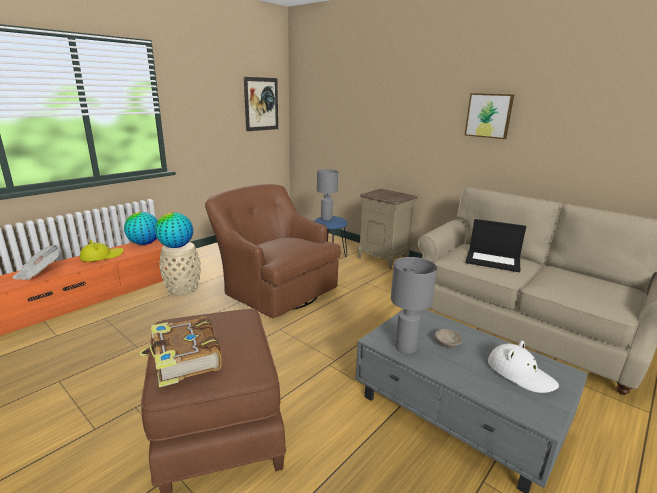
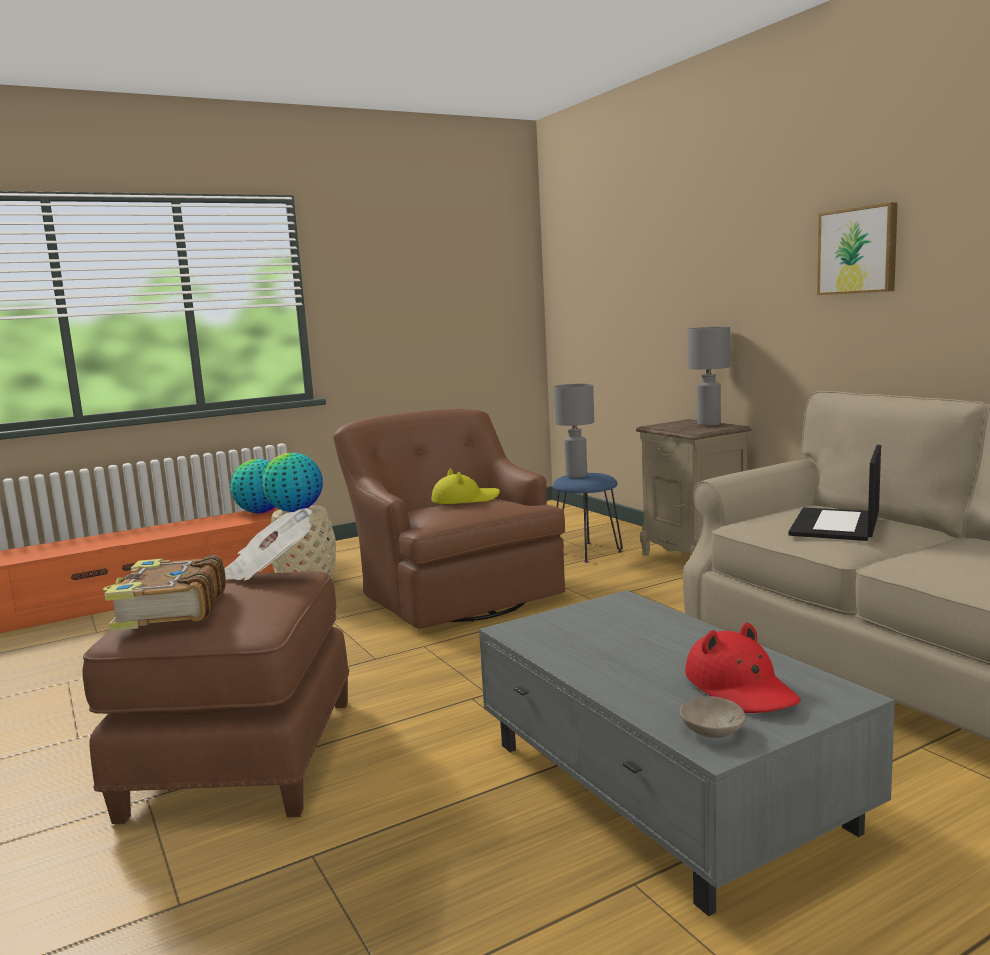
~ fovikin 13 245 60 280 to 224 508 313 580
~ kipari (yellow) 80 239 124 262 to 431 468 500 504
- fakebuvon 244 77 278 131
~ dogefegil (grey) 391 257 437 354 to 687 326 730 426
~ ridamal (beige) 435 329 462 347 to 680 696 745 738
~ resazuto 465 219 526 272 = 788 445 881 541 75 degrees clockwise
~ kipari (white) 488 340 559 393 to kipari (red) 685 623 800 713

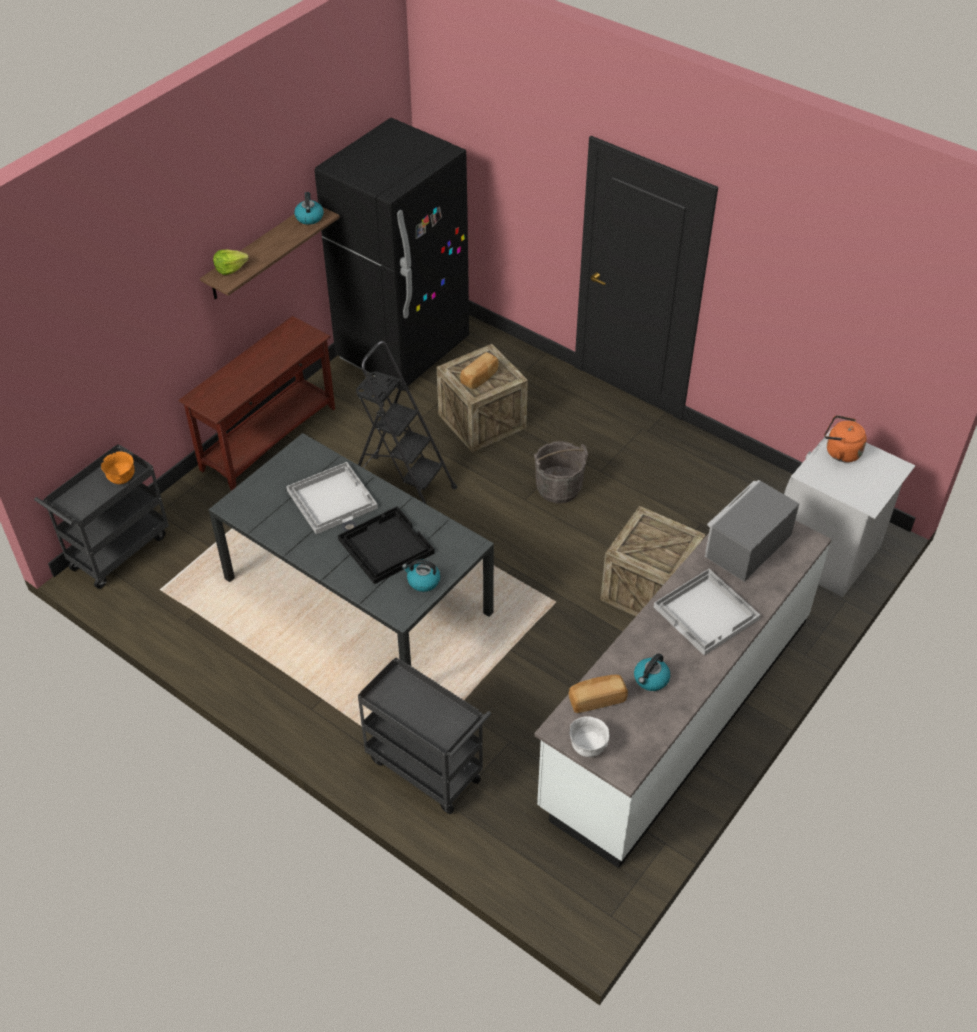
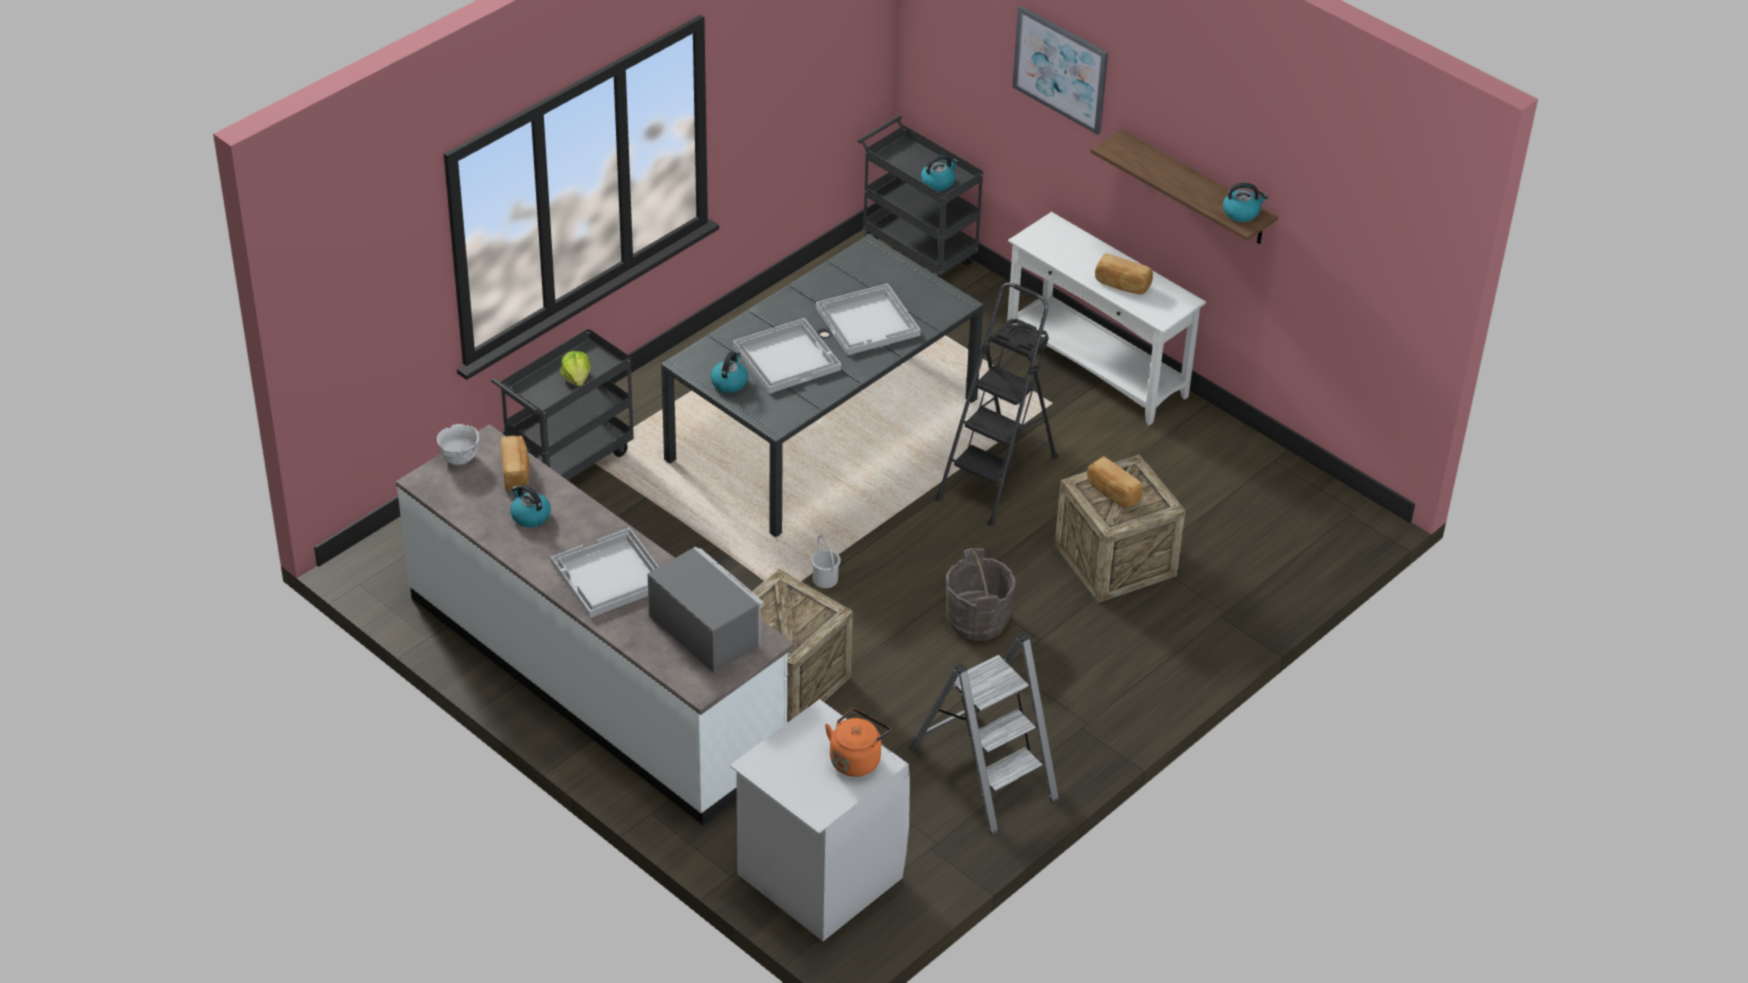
~ ridamal (orange) 101 451 135 484 to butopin 921 155 958 191
~ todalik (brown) 179 316 335 490 to todalik (white) 1007 212 1206 425
~ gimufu 213 250 249 275 to 561 351 591 386
- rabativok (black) 315 118 469 389
~ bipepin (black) 338 506 435 584 to bipepin (white) 733 318 841 394
+ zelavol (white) 811 535 841 588
+ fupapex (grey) 909 632 1059 835
+ fakebuvon 1012 6 1108 135
+ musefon 1095 253 1153 295

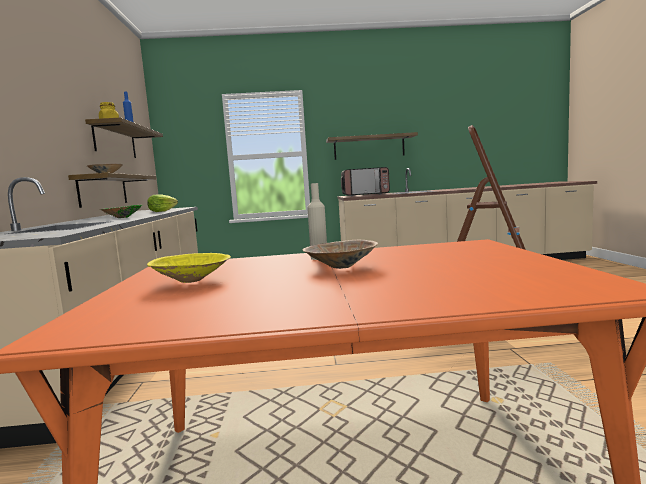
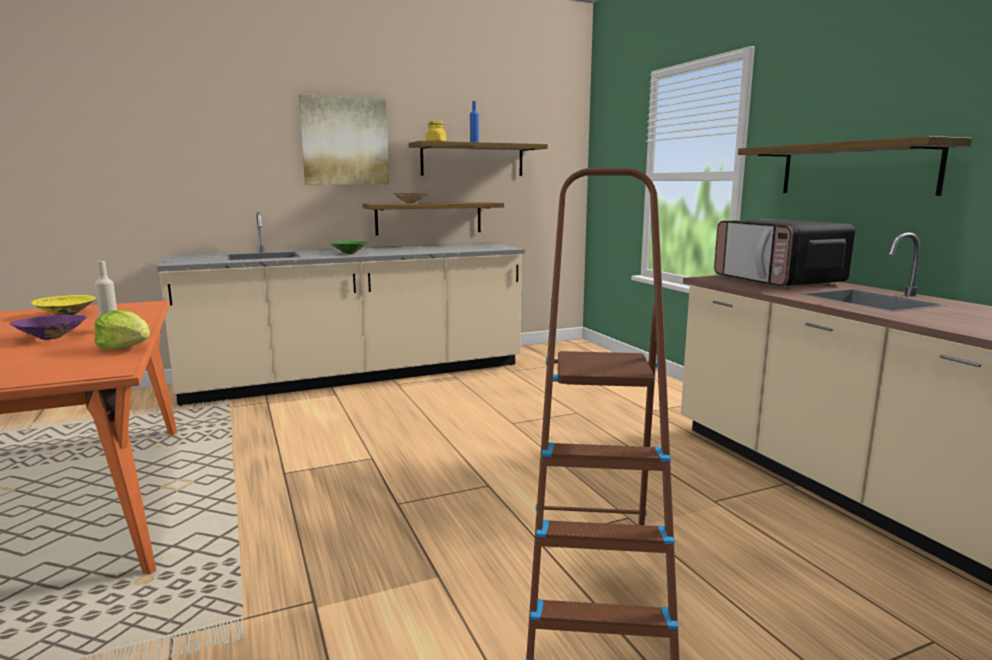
~ gimufu 147 195 178 212 to 94 310 150 350
~ ridamal (beige) 303 240 378 269 to ridamal (purple) 10 315 87 340
+ fakebuvon 299 94 389 185

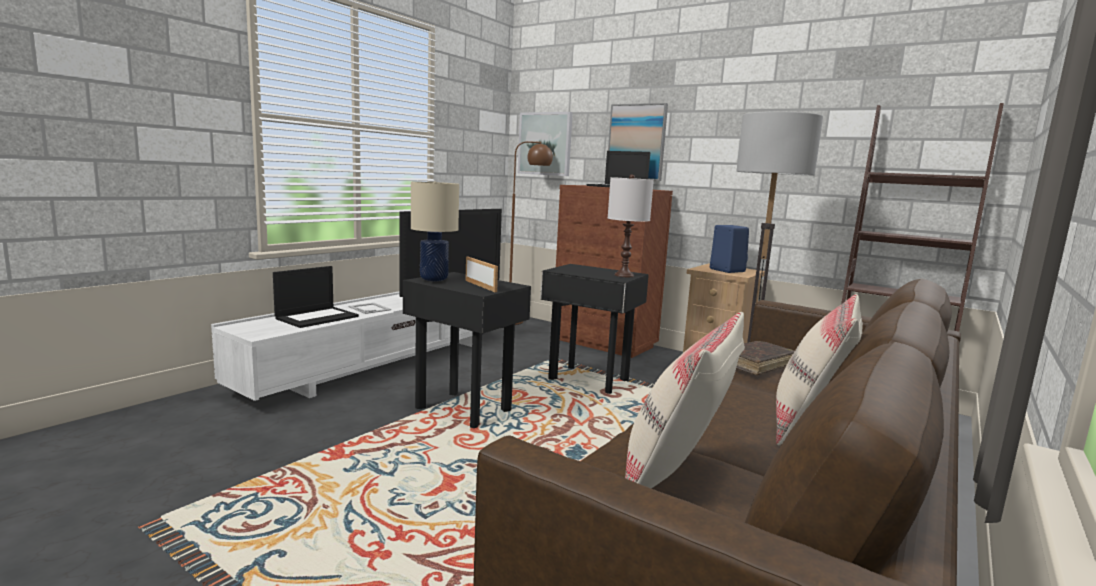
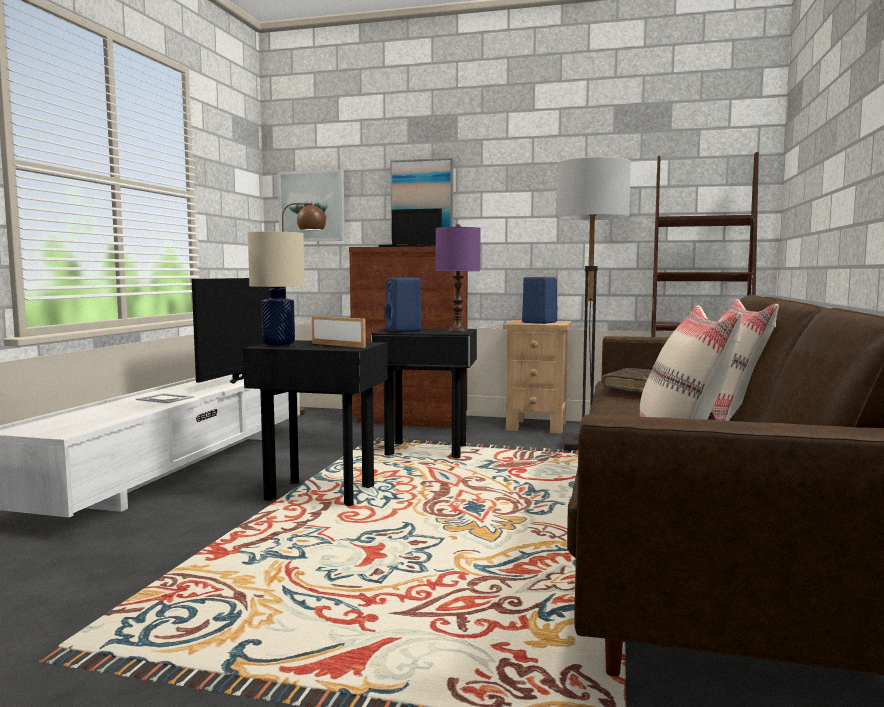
- resazuto 273 266 359 328
~ dogefegil (white) 608 174 654 277 to dogefegil (purple) 436 224 481 332
+ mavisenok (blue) 384 278 421 332

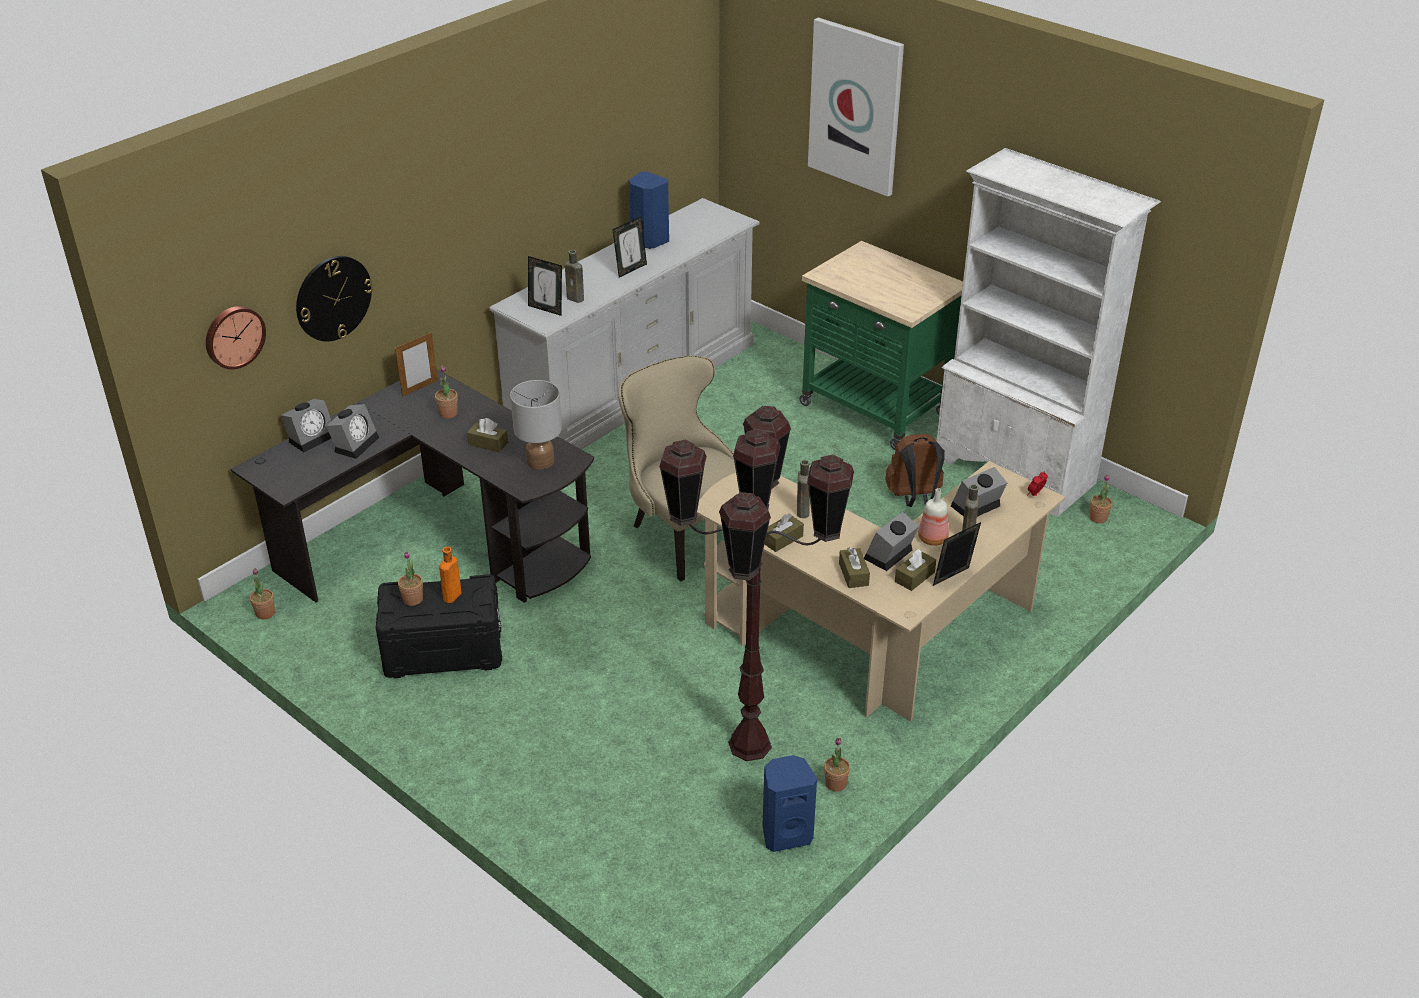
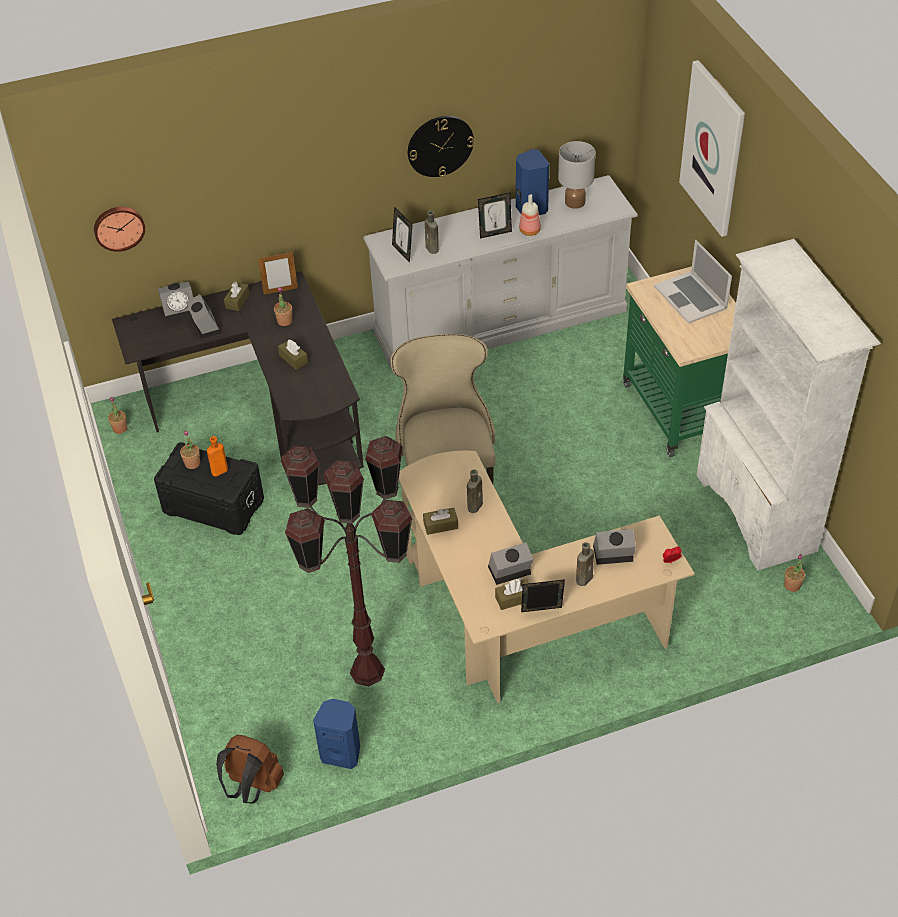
~ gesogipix 296 256 373 341 to 408 116 474 177
~ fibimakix 326 404 379 459 = 186 294 221 339 75 degrees counterclockwise
~ dogefegil (grey) 510 380 562 470 to 558 141 595 209
- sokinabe 824 738 850 792
~ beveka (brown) 839 547 870 588 to 224 282 250 311
~ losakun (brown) 885 434 945 507 to 216 735 284 804
~ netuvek 918 488 949 546 to 519 195 541 236
+ resazuto 654 240 732 324

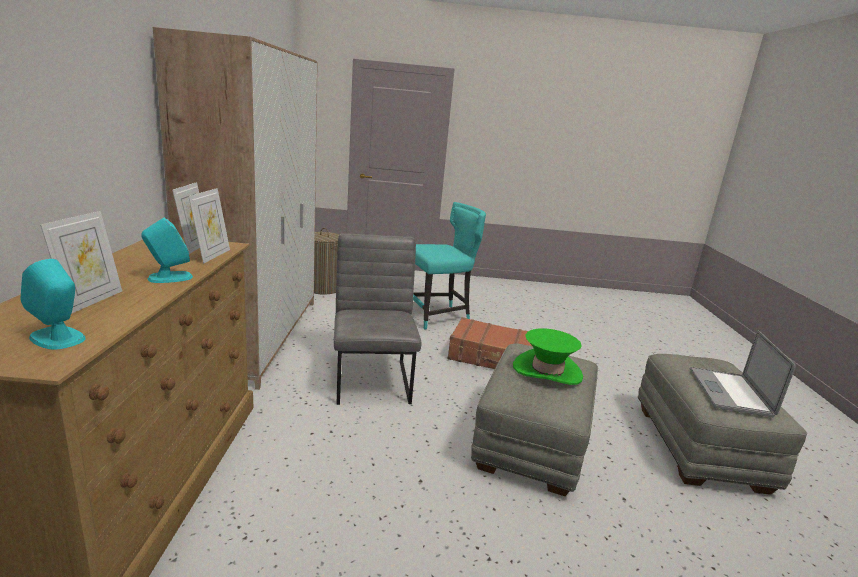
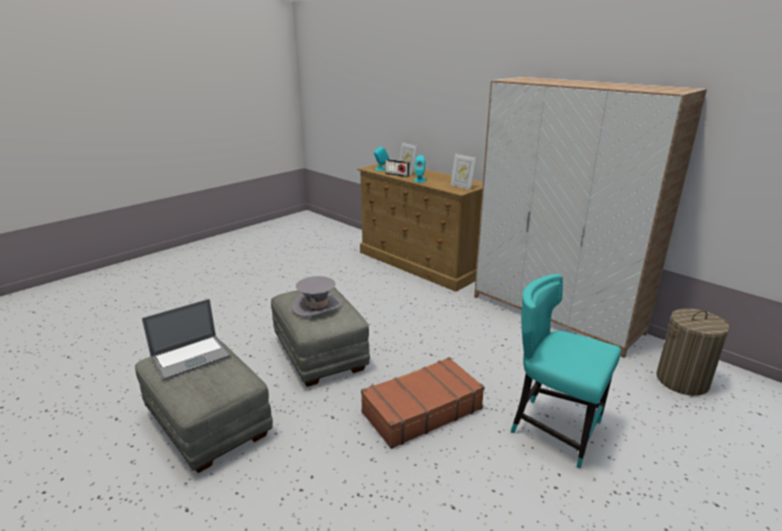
- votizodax 188 188 230 263
- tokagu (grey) 334 233 422 405
~ tokagu (turquoise) 413 202 486 329 = 511 274 621 468 105 degrees clockwise
~ kipari (green) 513 328 583 385 to kipari (grey) 292 276 342 317
~ resazuto 690 330 796 417 = 142 299 231 381 90 degrees clockwise
+ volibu 385 159 409 177

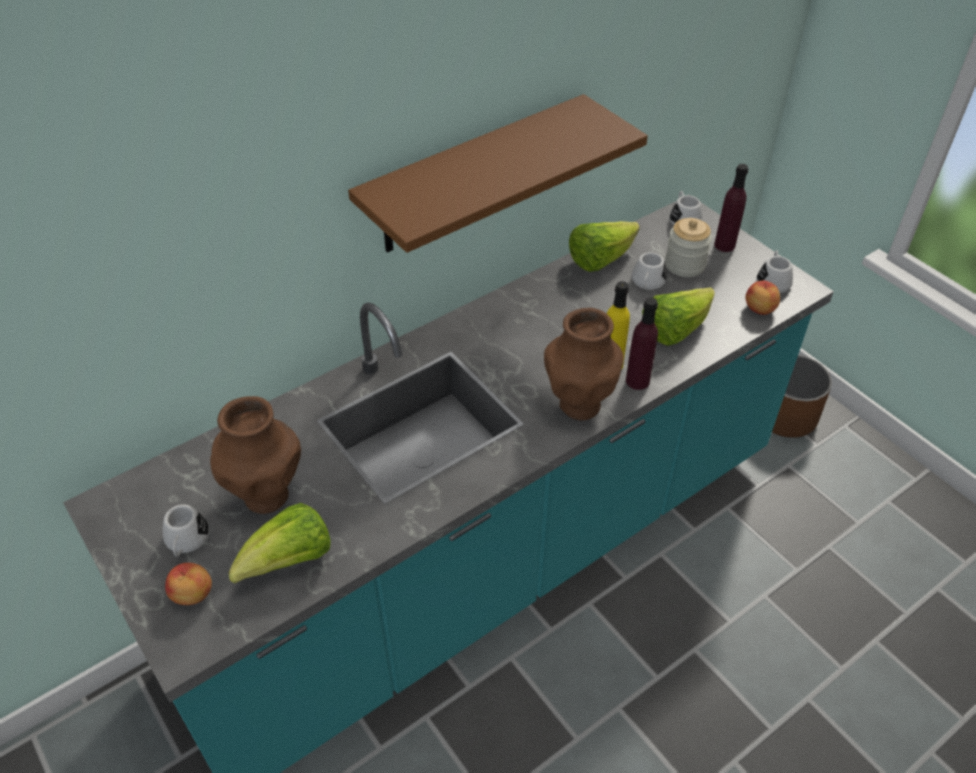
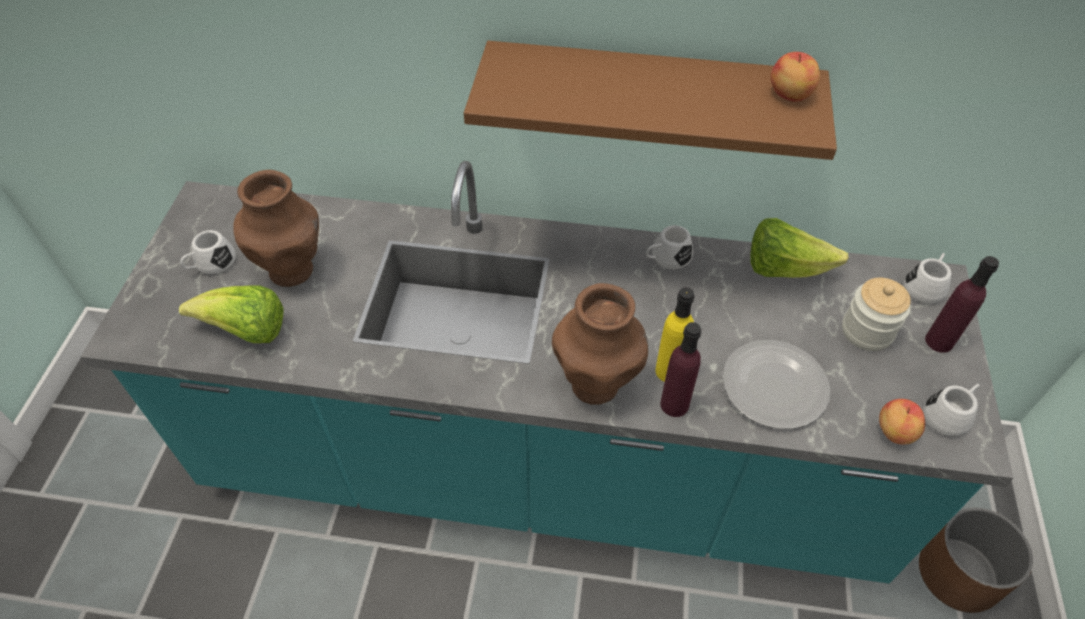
~ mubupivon 165 563 212 605 to 771 52 820 102
~ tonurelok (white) 631 252 667 290 to 646 225 693 269
~ gimufu 642 287 715 346 to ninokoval 723 340 830 429

